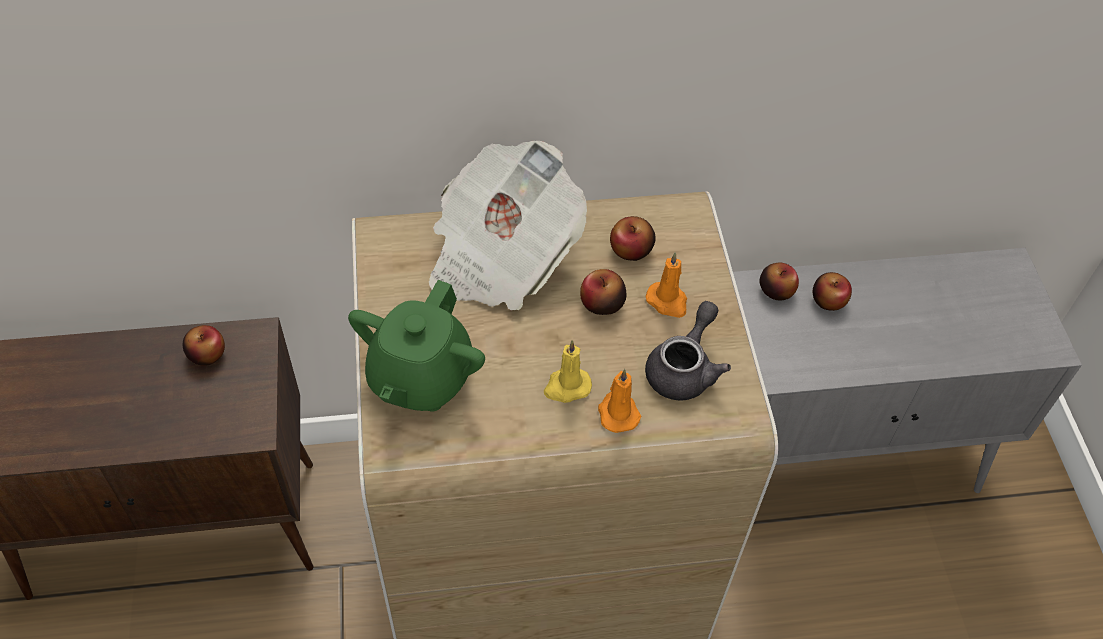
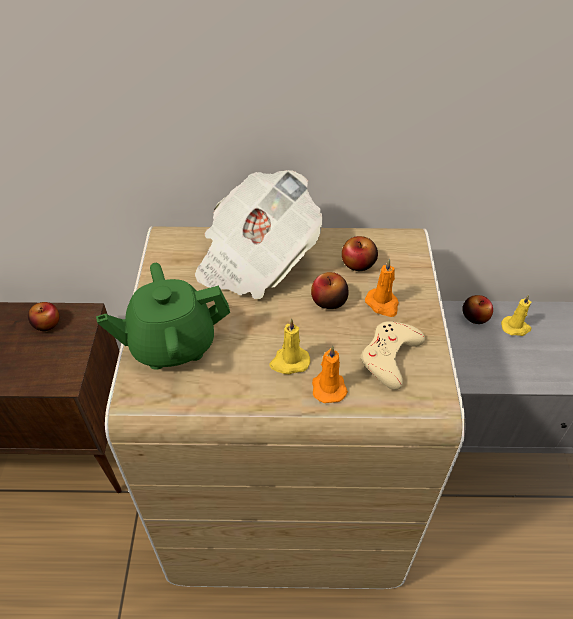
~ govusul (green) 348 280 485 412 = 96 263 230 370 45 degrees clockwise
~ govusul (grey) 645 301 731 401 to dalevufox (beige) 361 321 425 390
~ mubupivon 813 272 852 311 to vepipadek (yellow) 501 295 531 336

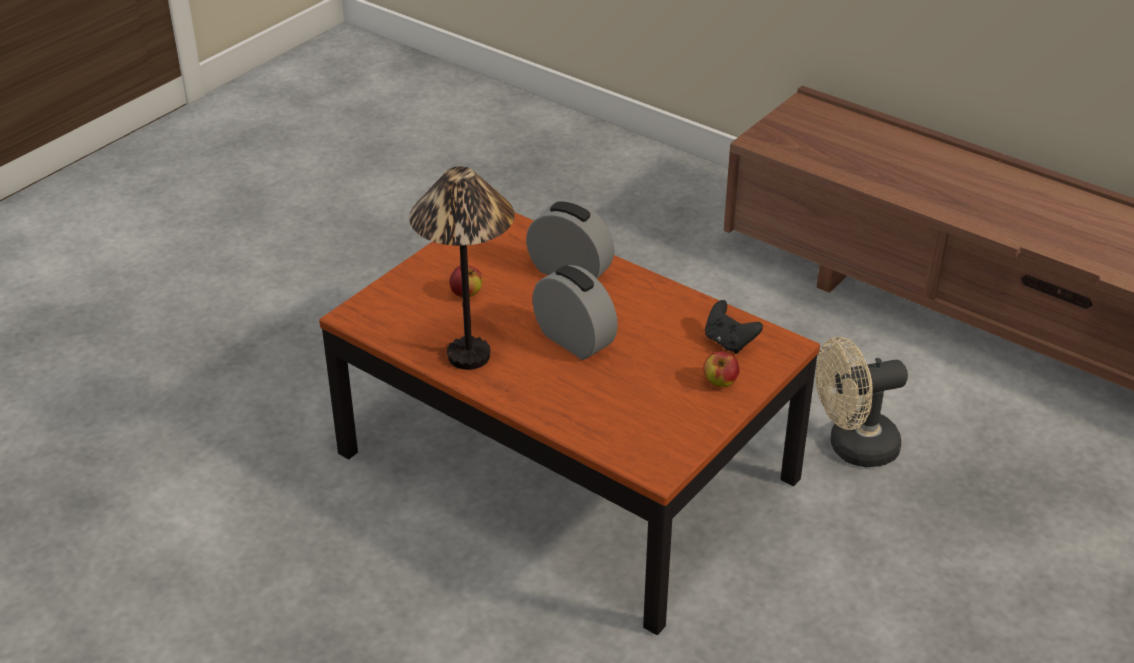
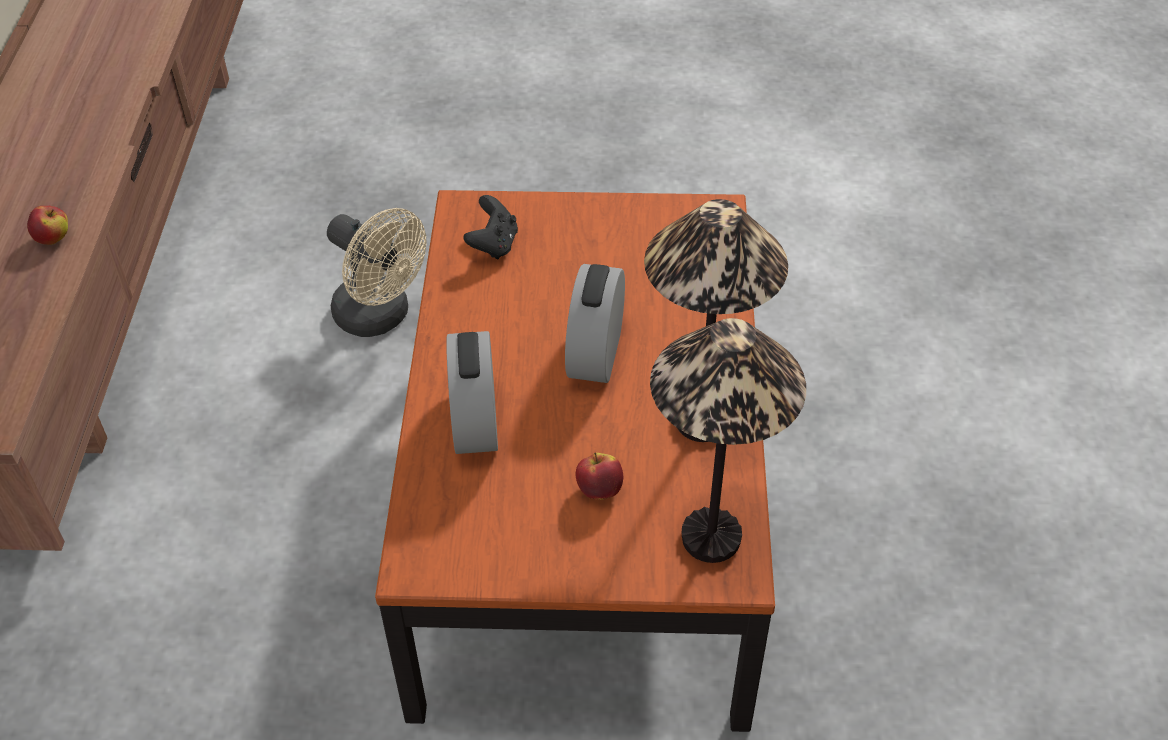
~ mubupivon 703 351 740 387 to 27 206 68 245
+ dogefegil 650 318 806 563

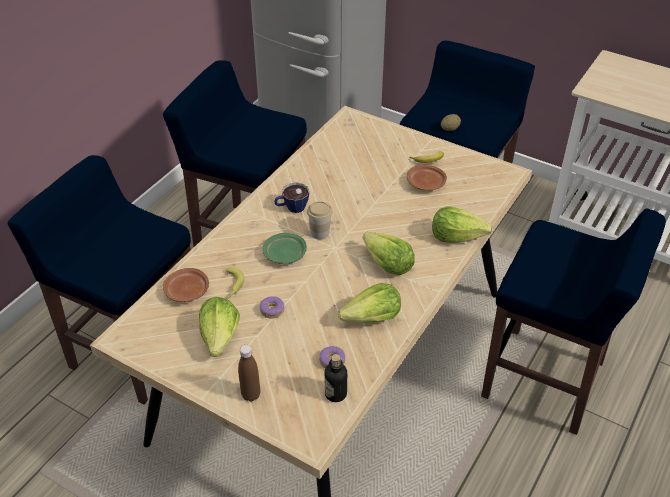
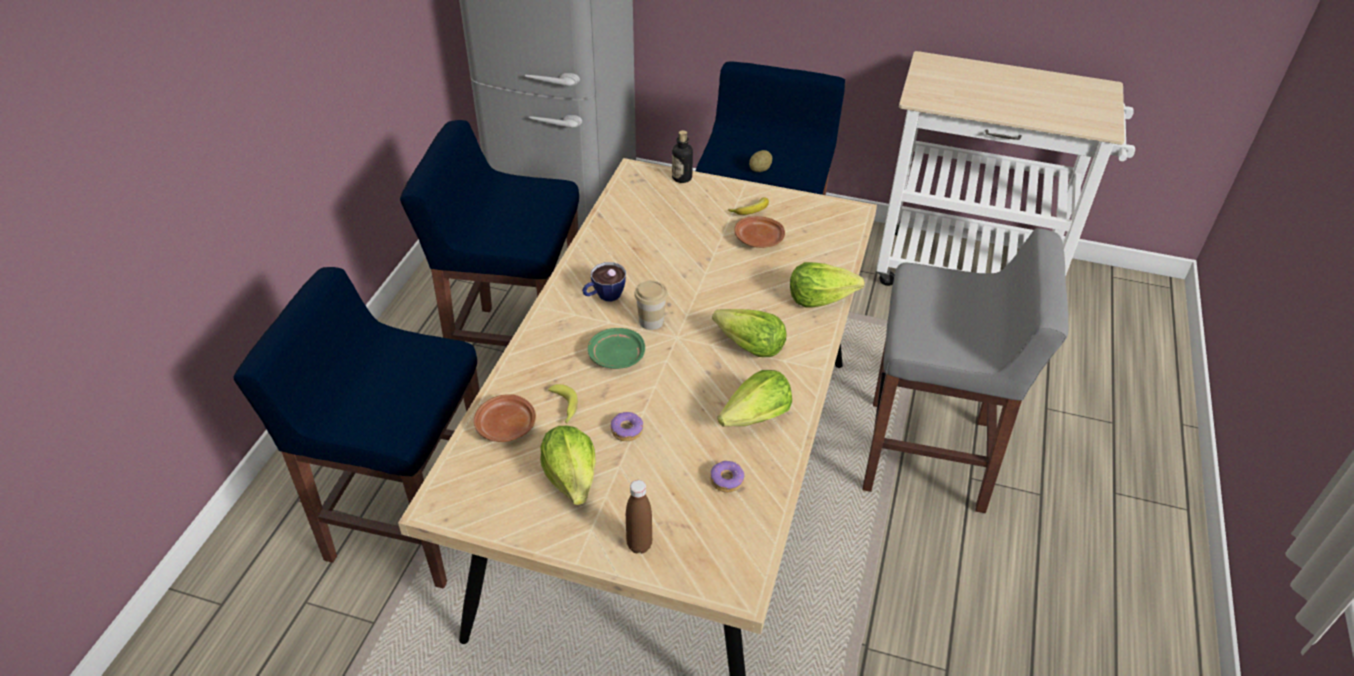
~ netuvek 324 354 347 402 to 672 130 693 183
~ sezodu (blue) 481 209 666 435 to sezodu (grey) 863 228 1068 513

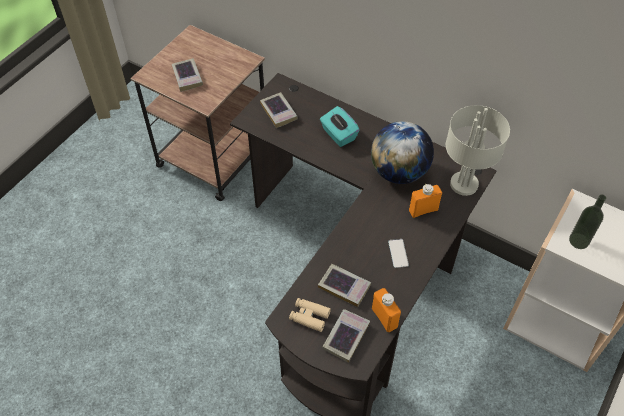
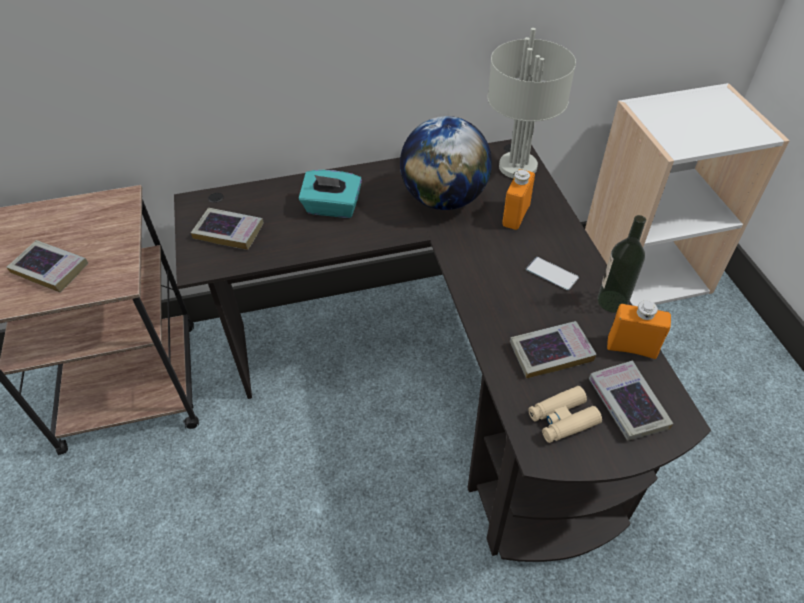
~ netuvek 569 195 606 249 to 597 215 646 313

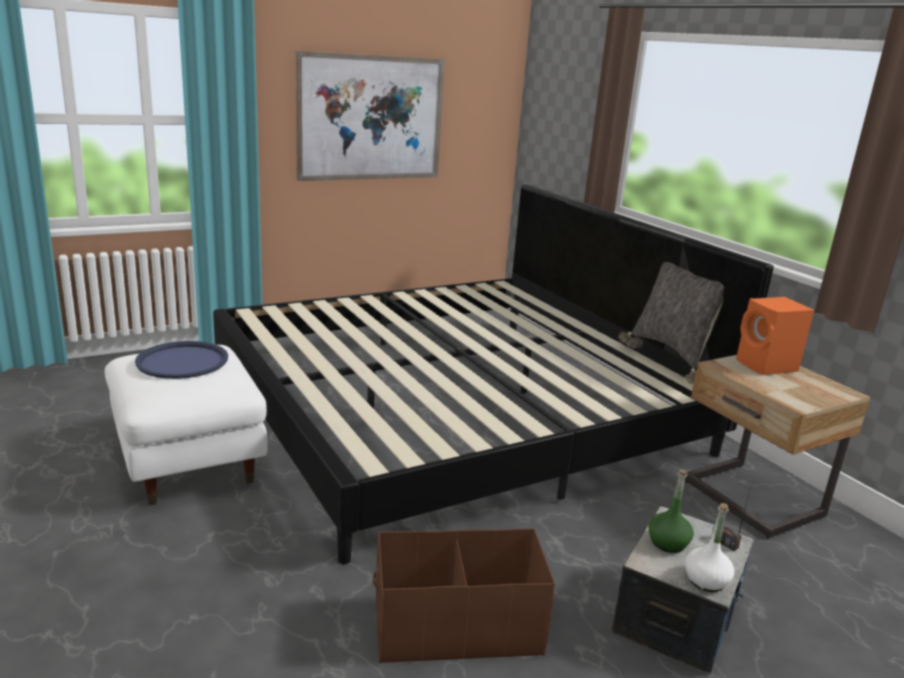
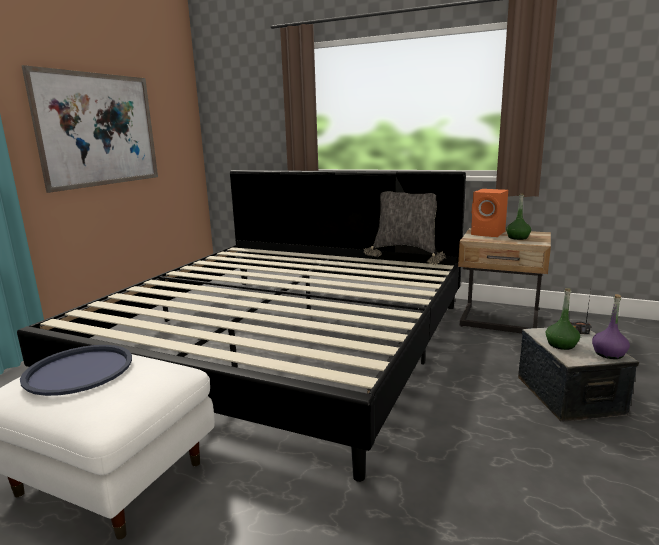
- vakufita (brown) 373 528 555 663
~ netuvek (white) 685 503 734 592 to netuvek (purple) 592 294 630 359
+ netuvek (green) 506 193 531 240

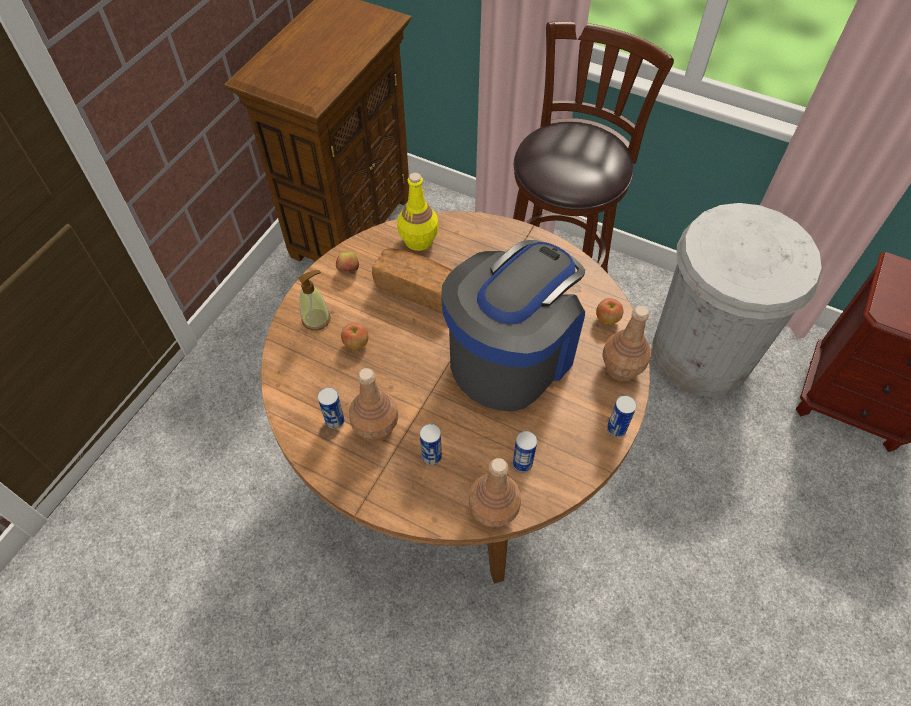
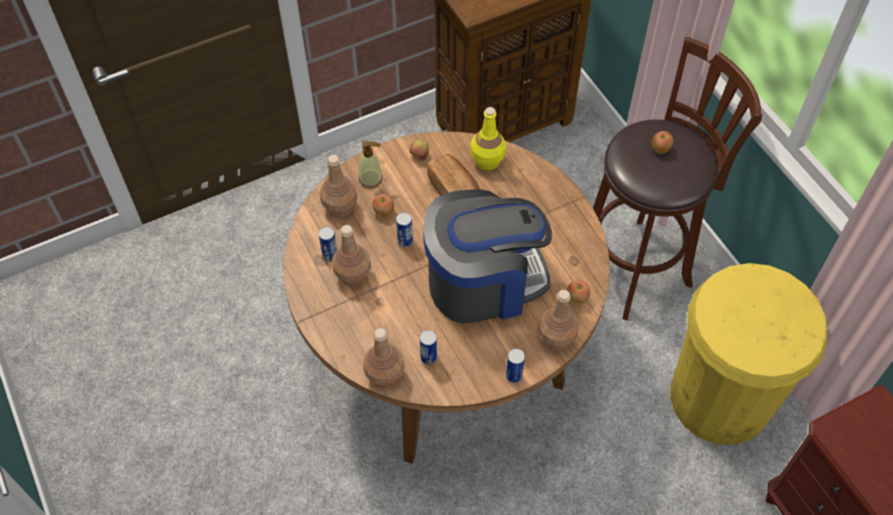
~ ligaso 420 424 442 465 to 396 212 413 247
~ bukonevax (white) 652 203 822 397 to bukonevax (yellow) 670 263 827 445
+ netuvek (brown) 320 155 357 217
+ mubupivon 652 131 673 154

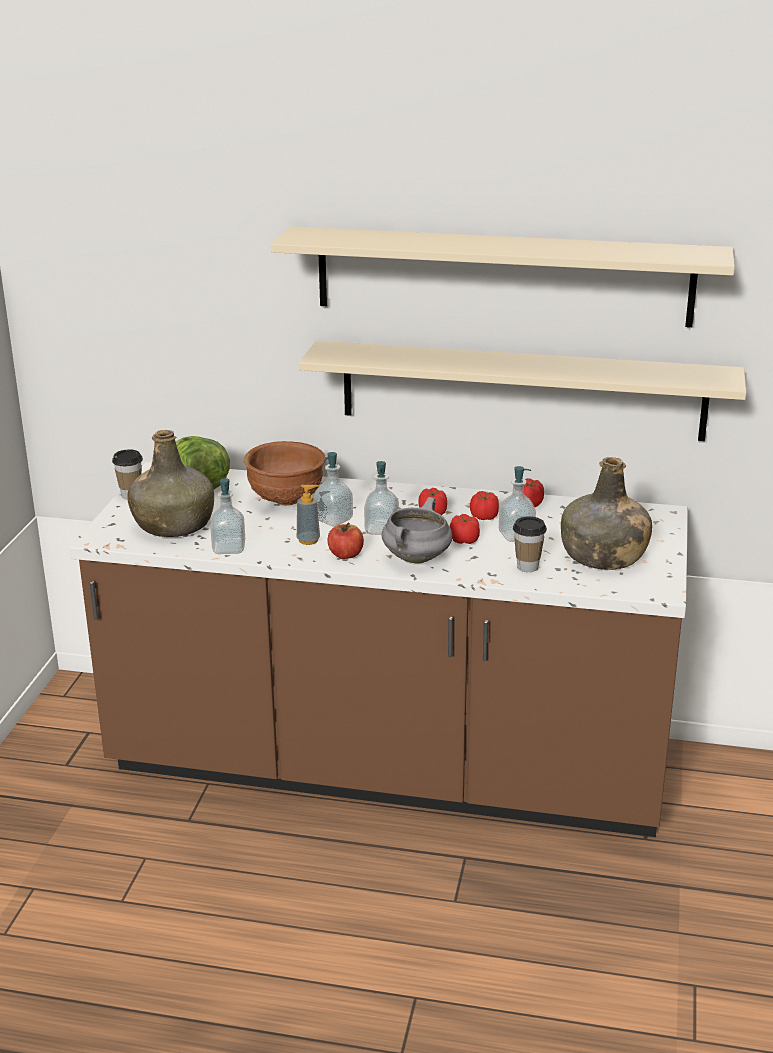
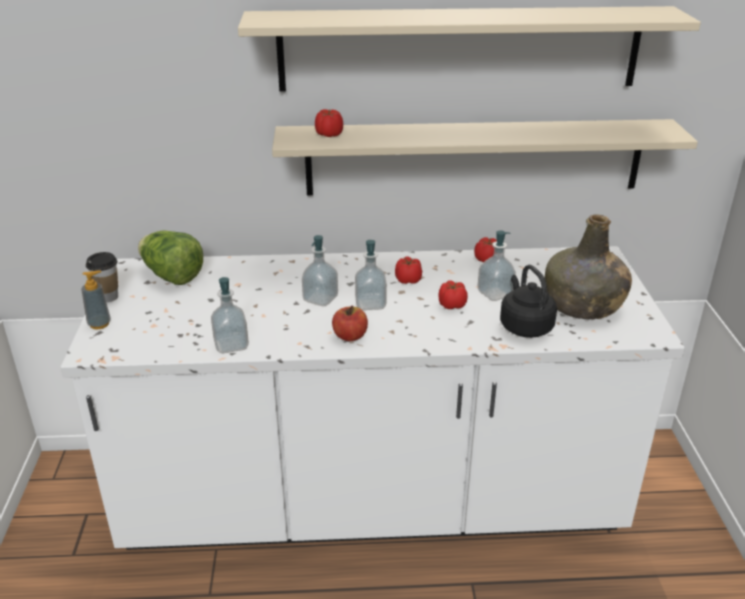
~ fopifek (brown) 69 462 688 837 to fopifek (white) 60 246 685 550
- netuvek (green) 127 430 214 537
- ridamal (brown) 244 441 326 505
~ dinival 297 485 320 545 to 81 271 111 329
- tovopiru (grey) 382 497 452 563
~ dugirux 470 491 499 520 to 315 109 343 137
~ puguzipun 513 516 547 572 to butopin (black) 500 265 557 338

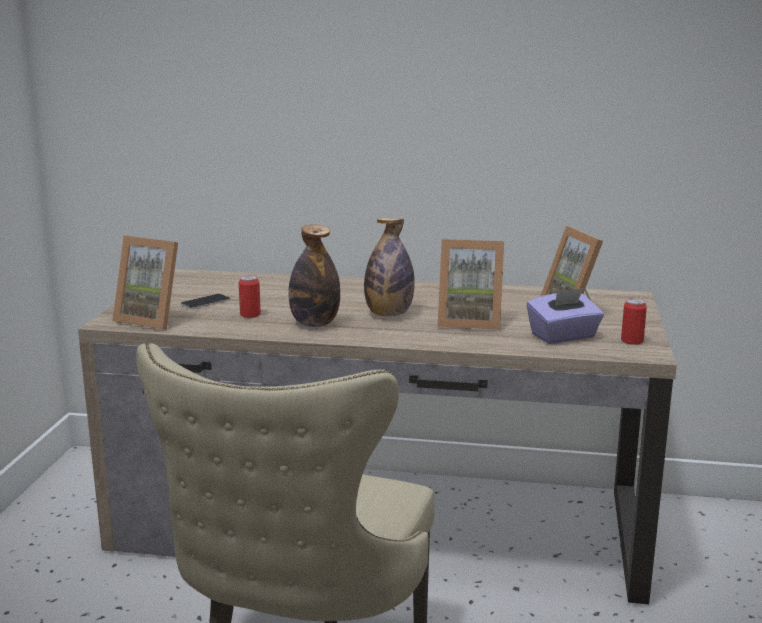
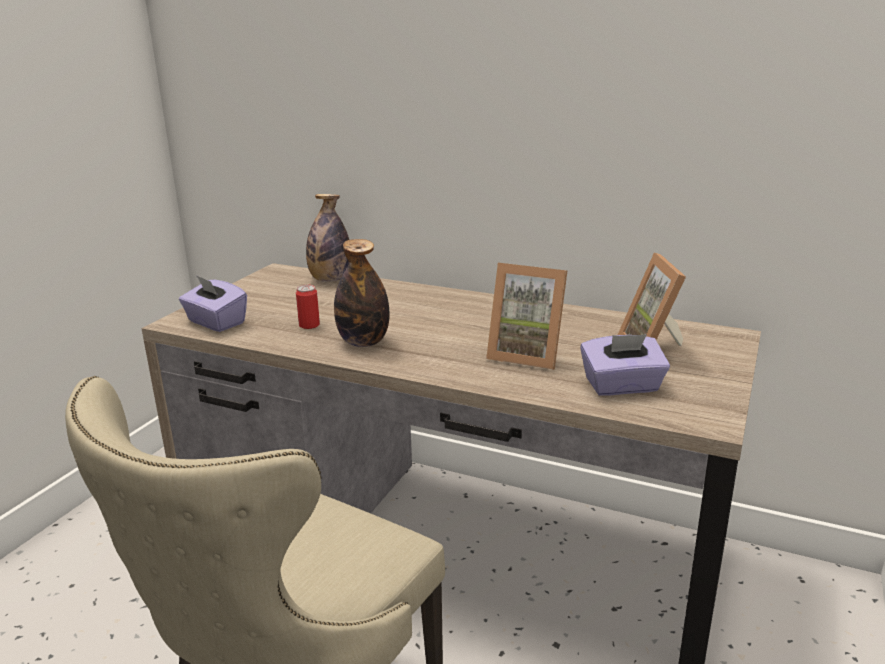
~ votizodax 112 236 178 330 to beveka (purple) 179 275 247 332
- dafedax 180 294 231 309
~ netuvek 364 218 415 317 to 306 194 349 282
- ligaso 621 298 647 345

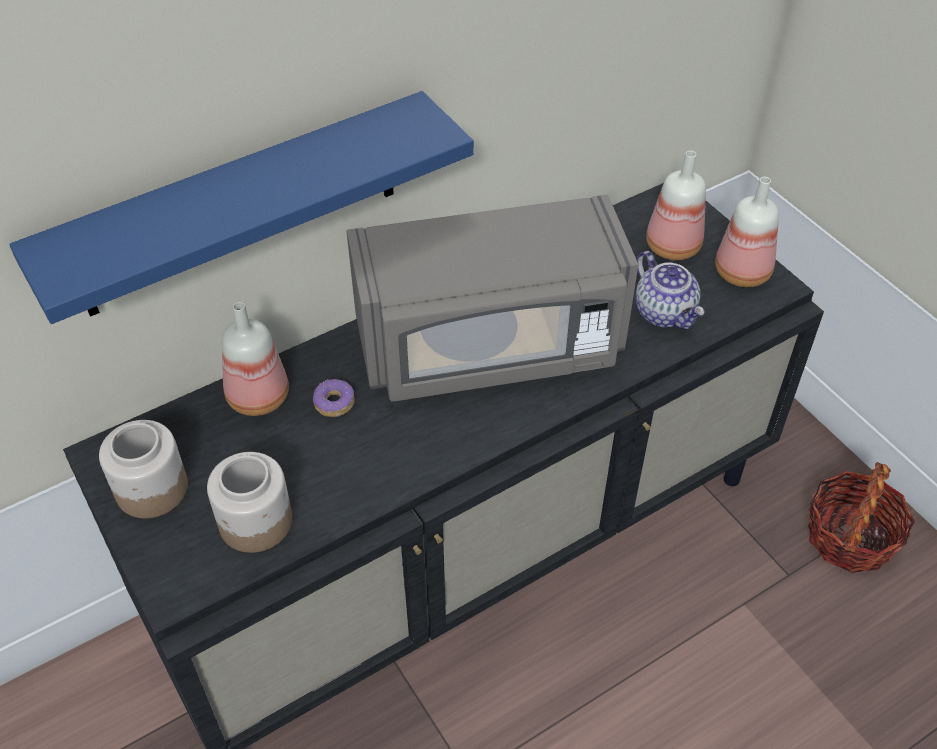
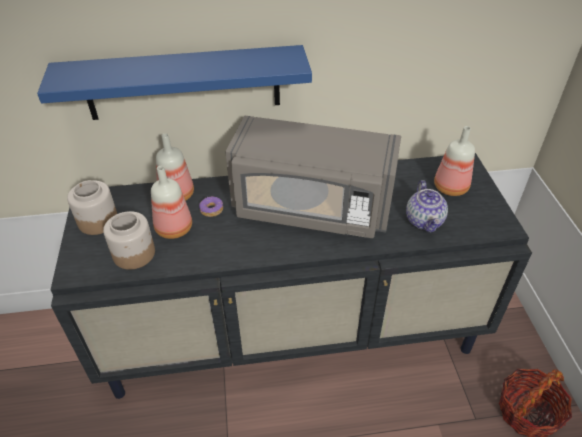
~ netuvek 715 177 779 287 to 151 166 192 239

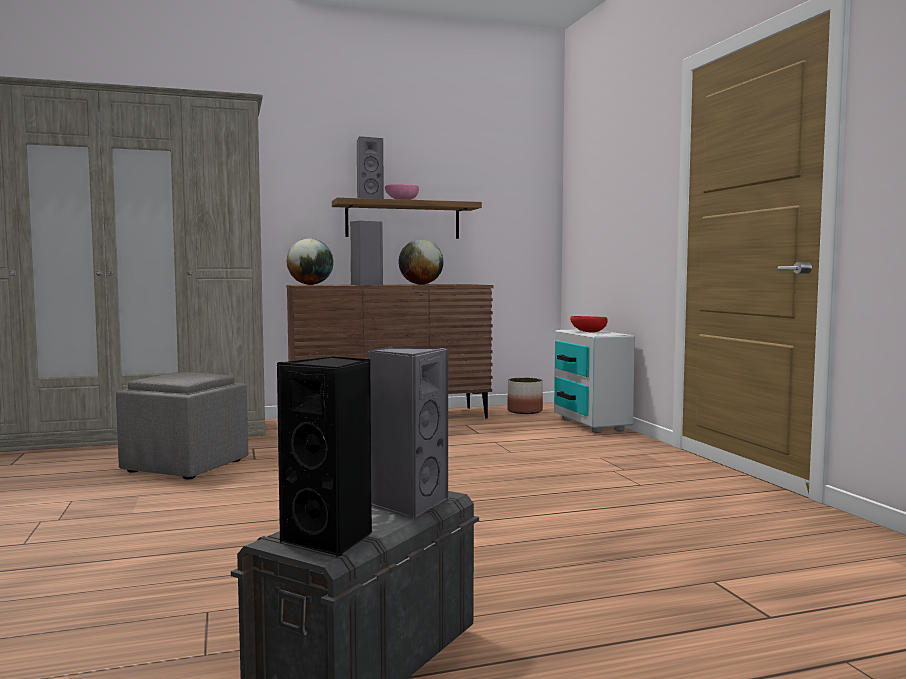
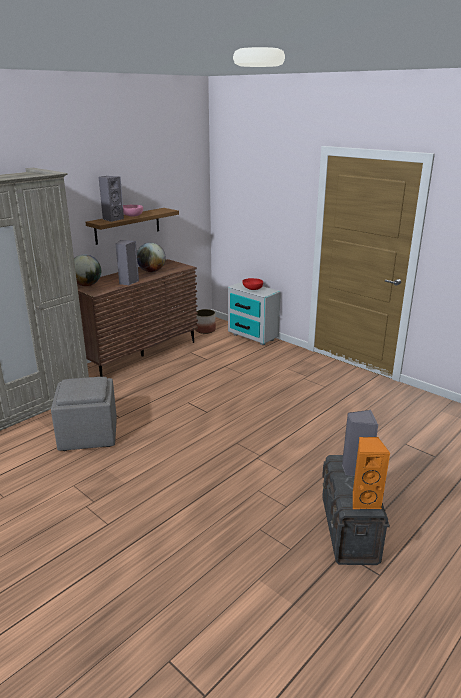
~ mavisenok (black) 277 357 373 557 to mavisenok (orange) 353 437 390 509

